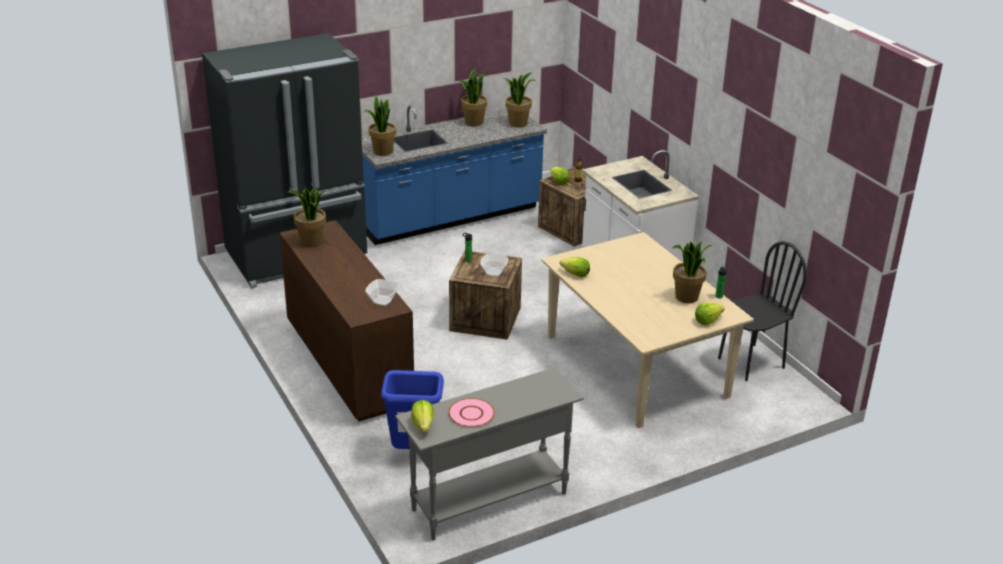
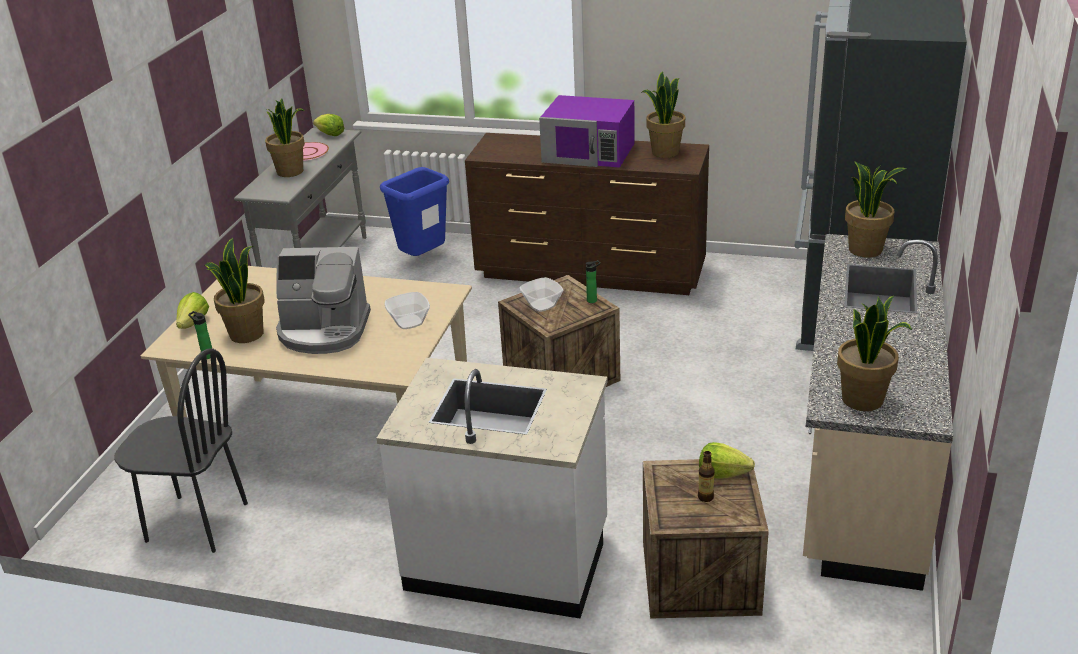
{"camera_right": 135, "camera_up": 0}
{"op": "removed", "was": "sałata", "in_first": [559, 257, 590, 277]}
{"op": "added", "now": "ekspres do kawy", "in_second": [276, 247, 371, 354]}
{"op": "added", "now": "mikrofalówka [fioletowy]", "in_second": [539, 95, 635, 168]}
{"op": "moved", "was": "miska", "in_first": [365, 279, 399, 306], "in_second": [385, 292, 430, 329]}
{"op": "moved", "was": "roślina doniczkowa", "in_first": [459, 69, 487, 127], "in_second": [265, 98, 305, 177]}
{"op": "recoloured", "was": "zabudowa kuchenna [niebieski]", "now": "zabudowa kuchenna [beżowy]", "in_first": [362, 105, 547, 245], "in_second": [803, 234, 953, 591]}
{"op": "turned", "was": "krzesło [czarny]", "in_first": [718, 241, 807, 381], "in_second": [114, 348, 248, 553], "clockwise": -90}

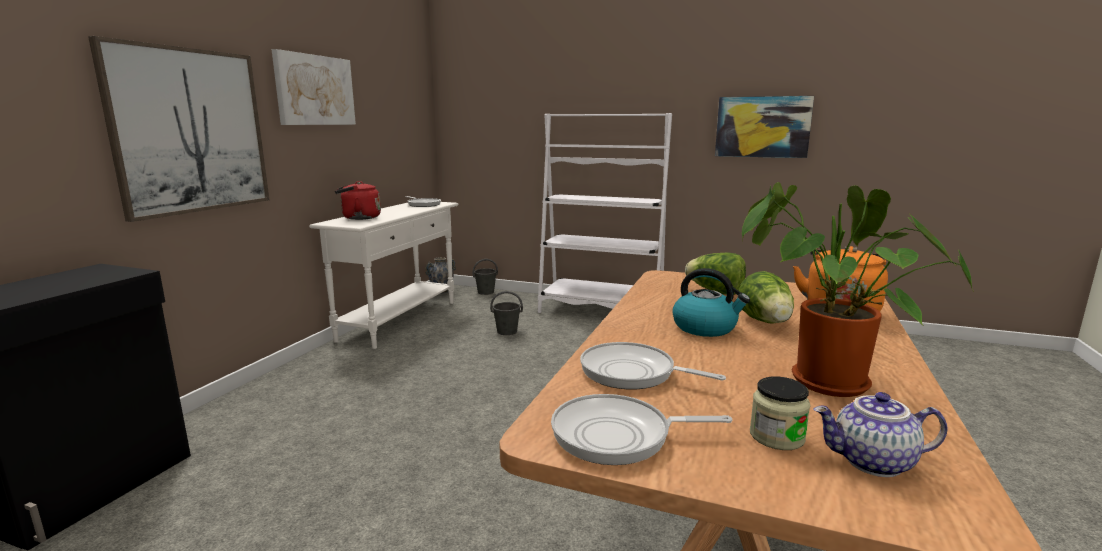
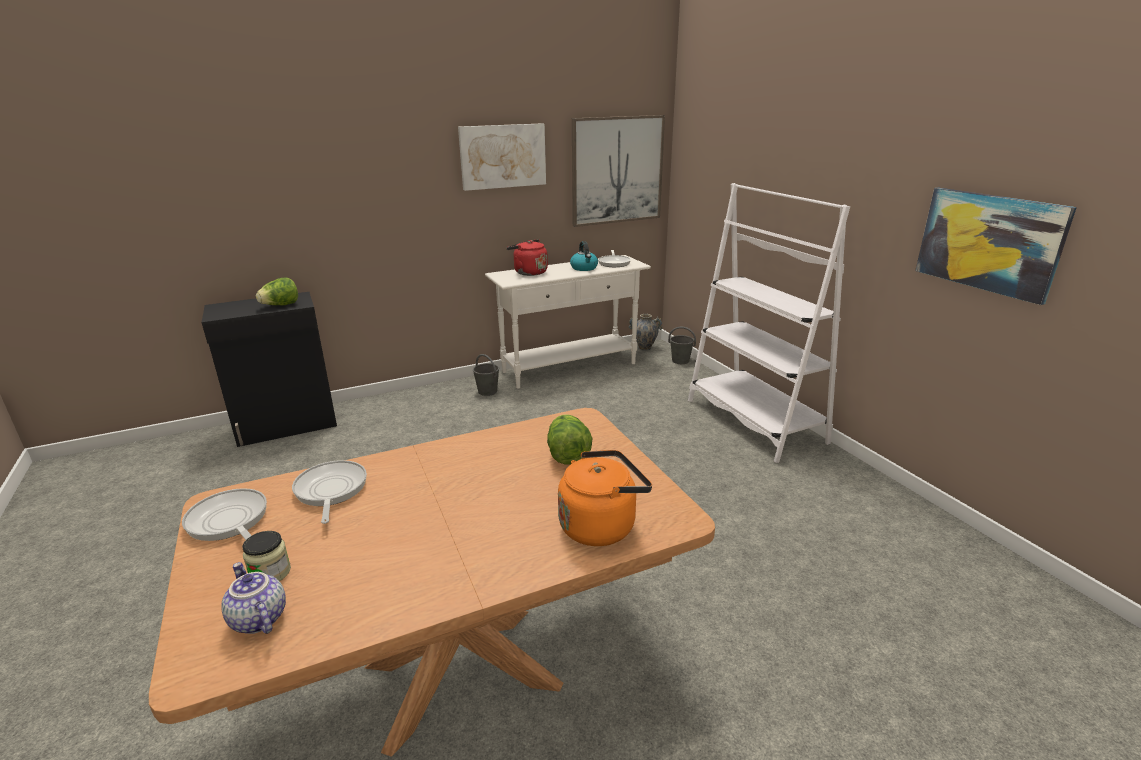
{"camera_right": 45, "camera_up": 10}
{"op": "removed", "was": "roślina doniczkowa", "in_first": [742, 182, 974, 397]}
{"op": "moved", "was": "obraz", "in_first": [88, 36, 269, 222], "in_second": [572, 115, 665, 227]}
{"op": "moved", "was": "wiadro [szary]", "in_first": [490, 291, 523, 335], "in_second": [473, 354, 499, 396]}
{"op": "moved", "was": "czajnik", "in_first": [672, 268, 750, 337], "in_second": [570, 241, 598, 271]}
{"op": "moved", "was": "sałata", "in_first": [738, 271, 794, 324], "in_second": [256, 278, 298, 305]}

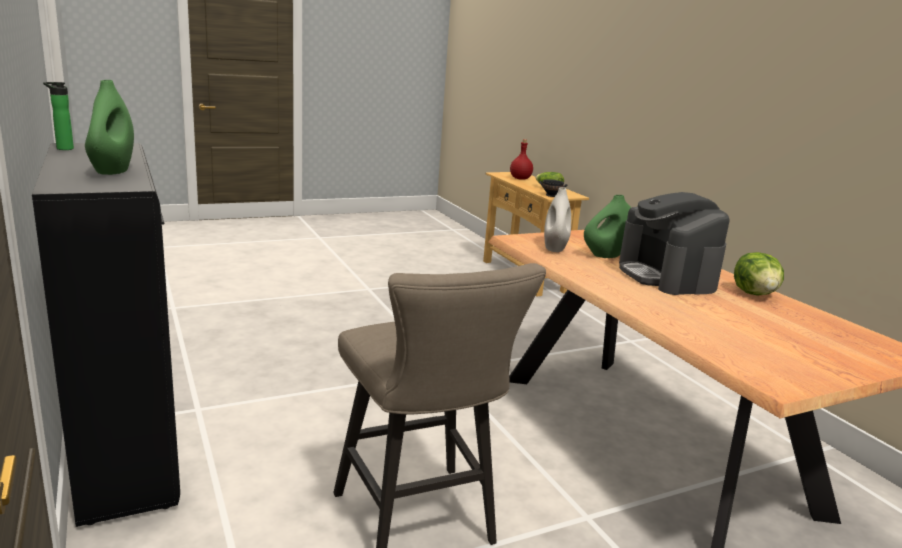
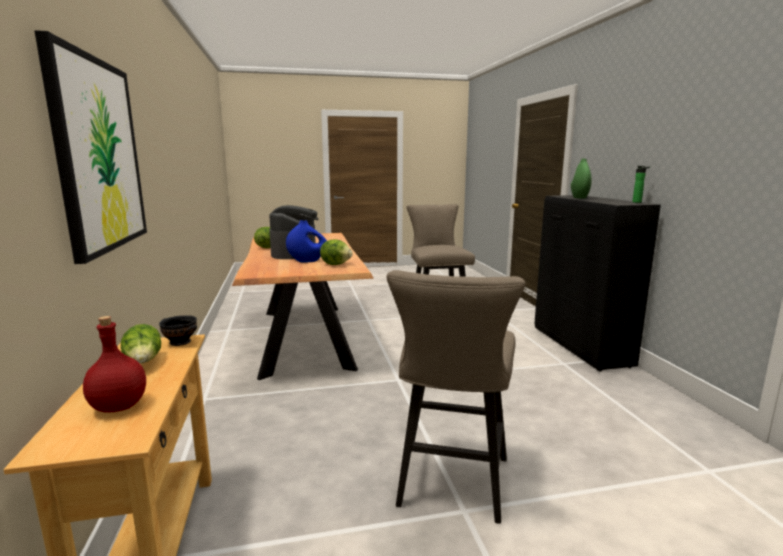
{"camera_right": -165, "camera_up": -5}
{"op": "added", "now": "obraz", "in_second": [34, 30, 147, 264]}
{"op": "added", "now": "stołek [beżowy]", "in_second": [386, 270, 526, 524]}
{"op": "replaced", "was": "wazon [biały]", "now": "sałata", "in_first": [544, 187, 571, 252], "in_second": [320, 239, 353, 265]}
{"op": "recoloured", "was": "wazon [zielony]", "now": "wazon [niebieski]", "in_first": [584, 195, 631, 258], "in_second": [286, 220, 327, 262]}

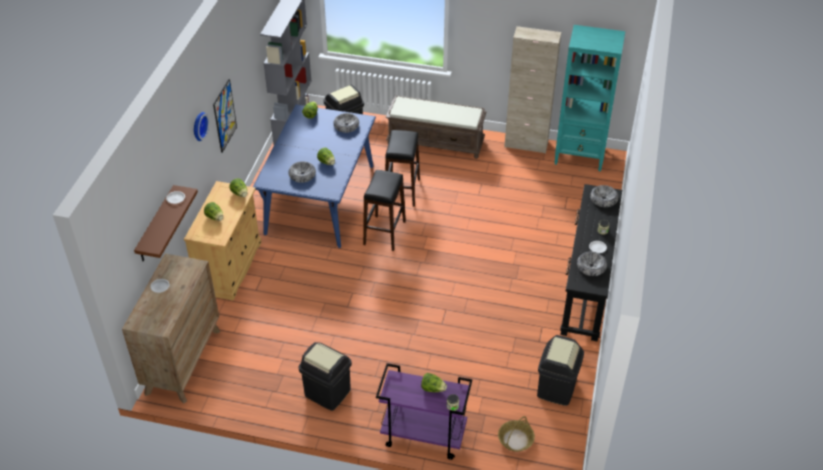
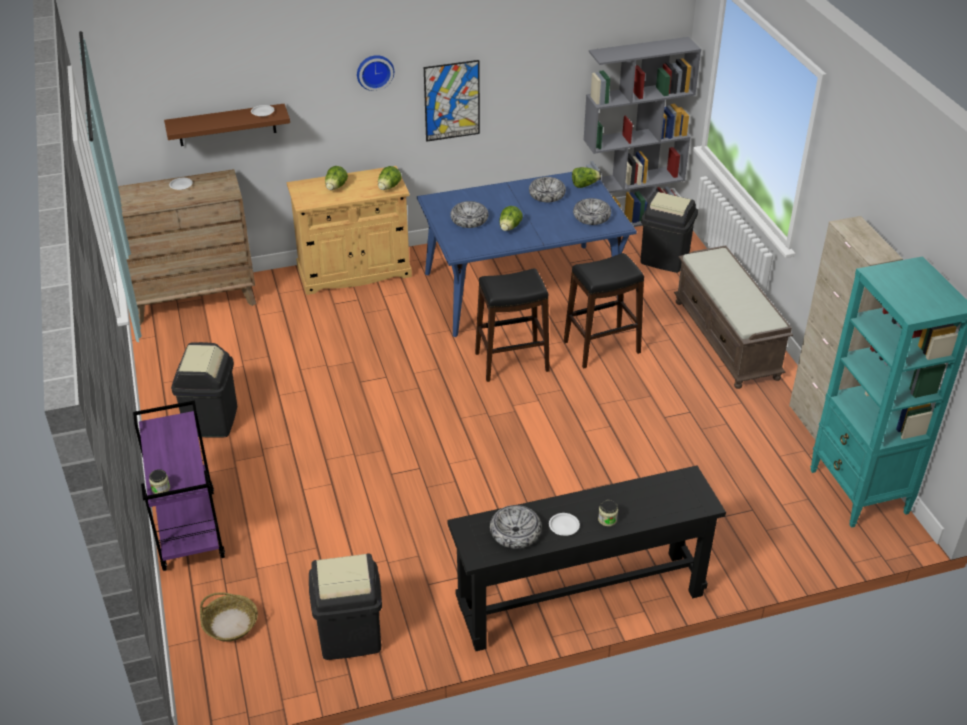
{"camera_right": 60, "camera_up": -5}
{"op": "removed", "was": "sałata", "in_first": [421, 373, 447, 392]}
{"op": "moved", "was": "miska", "in_first": [590, 185, 619, 207], "in_second": [529, 177, 566, 202]}

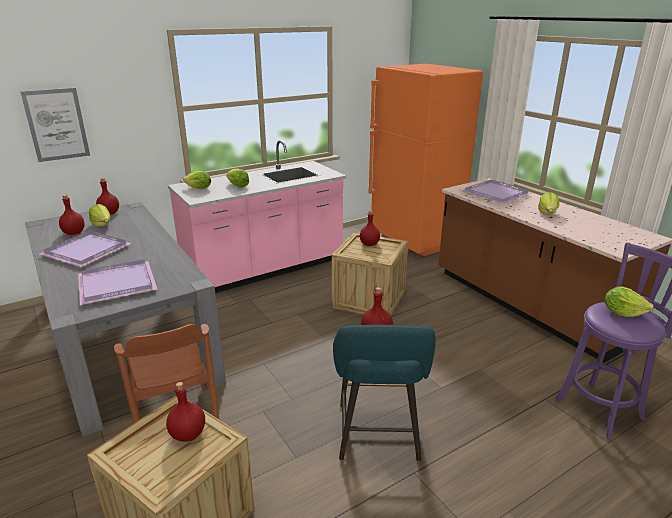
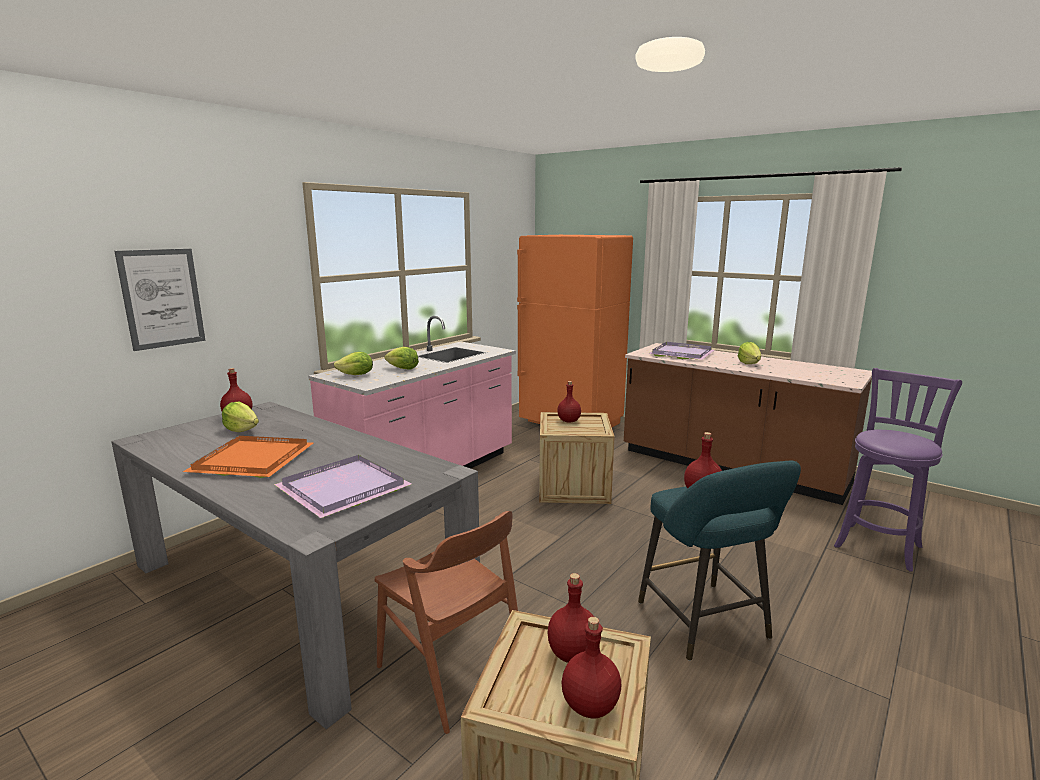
{"camera_right": -20, "camera_up": -10}
{"op": "removed", "was": "sałata", "in_first": [605, 287, 654, 317]}
{"op": "moved", "was": "butelka [czerwony]", "in_first": [59, 195, 85, 235], "in_second": [561, 617, 621, 719]}
{"op": "recoloured", "was": "taca [fioletowy]", "now": "taca [pomarańczowy]", "in_first": [39, 231, 132, 267], "in_second": [183, 436, 313, 478]}

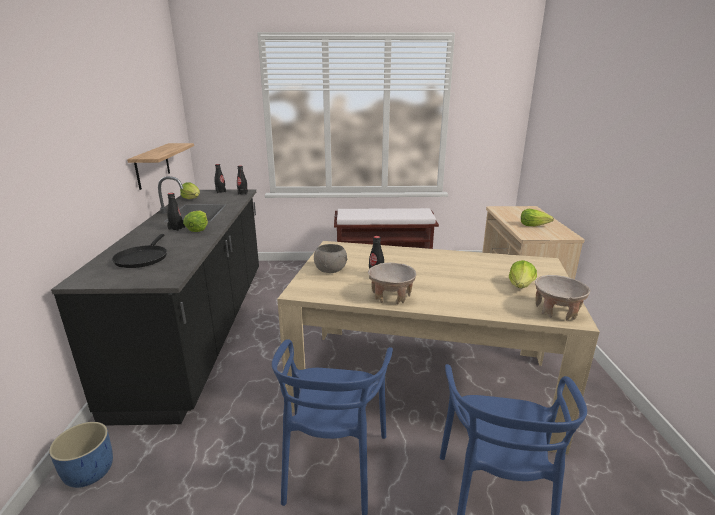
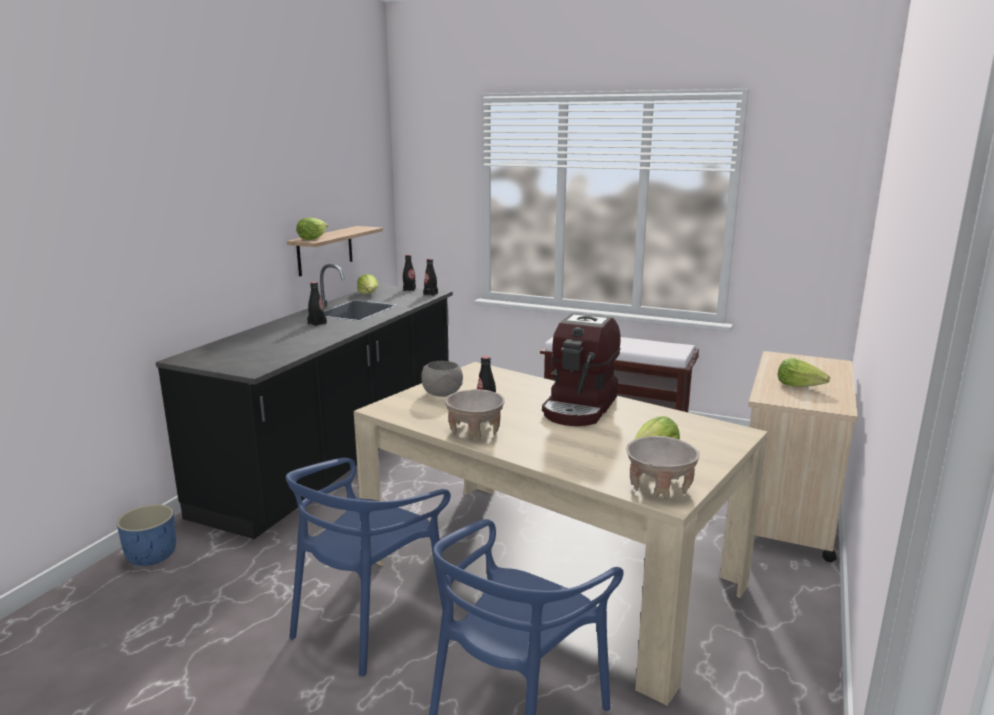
{"camera_right": 25, "camera_up": -5}
{"op": "removed", "was": "patelnia [czarny]", "in_first": [112, 234, 167, 268]}
{"op": "added", "now": "ekspres do kawy", "in_second": [542, 313, 621, 426]}
{"op": "moved", "was": "sałata", "in_first": [183, 211, 208, 232], "in_second": [296, 218, 328, 240]}

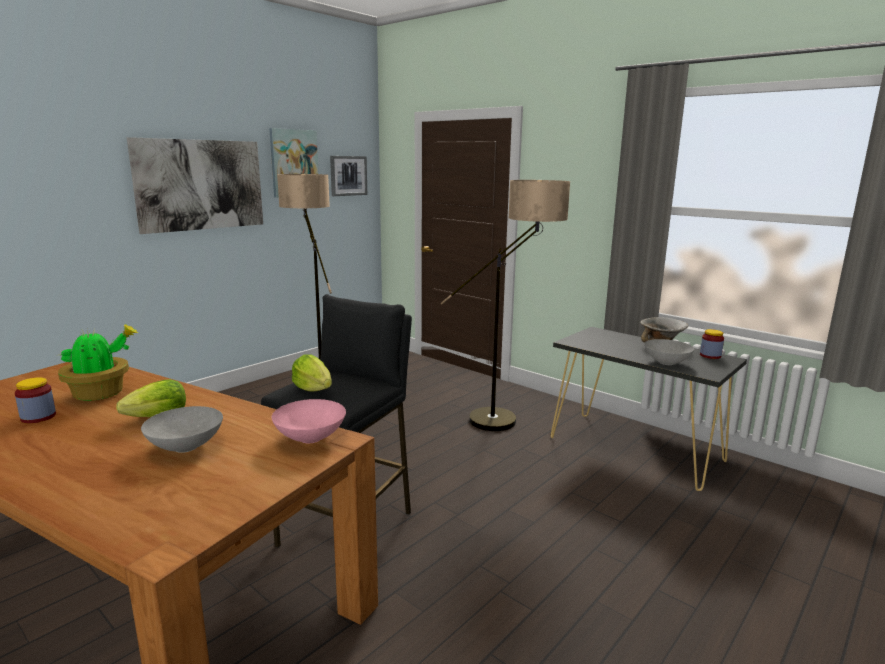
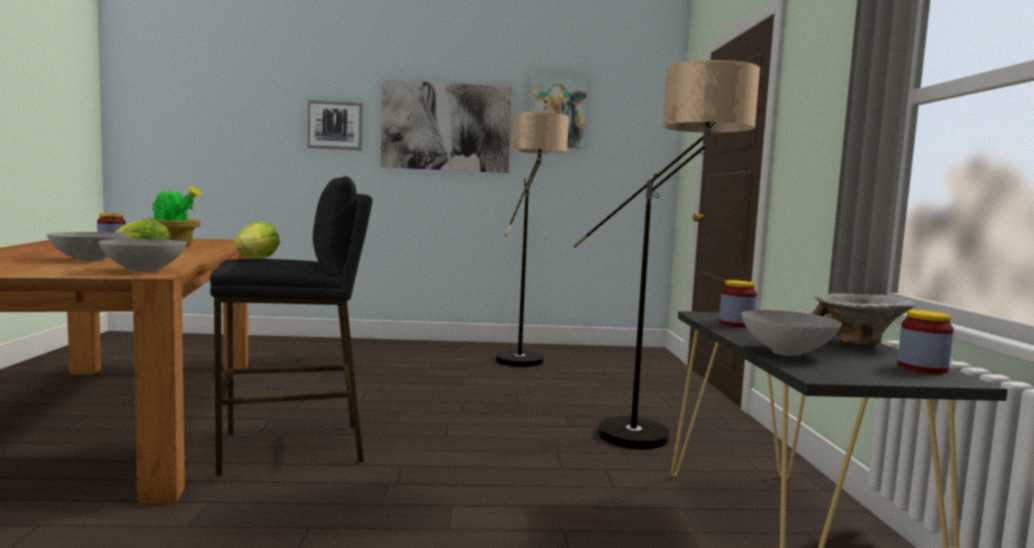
{"camera_right": 45, "camera_up": -10}
{"op": "added", "now": "słoik", "in_second": [719, 280, 757, 327]}
{"op": "moved", "was": "obraz", "in_first": [330, 156, 367, 196], "in_second": [307, 100, 363, 150]}
{"op": "recoloured", "was": "miska [różowy]", "now": "miska [szary]", "in_first": [272, 399, 346, 443], "in_second": [98, 239, 187, 272]}

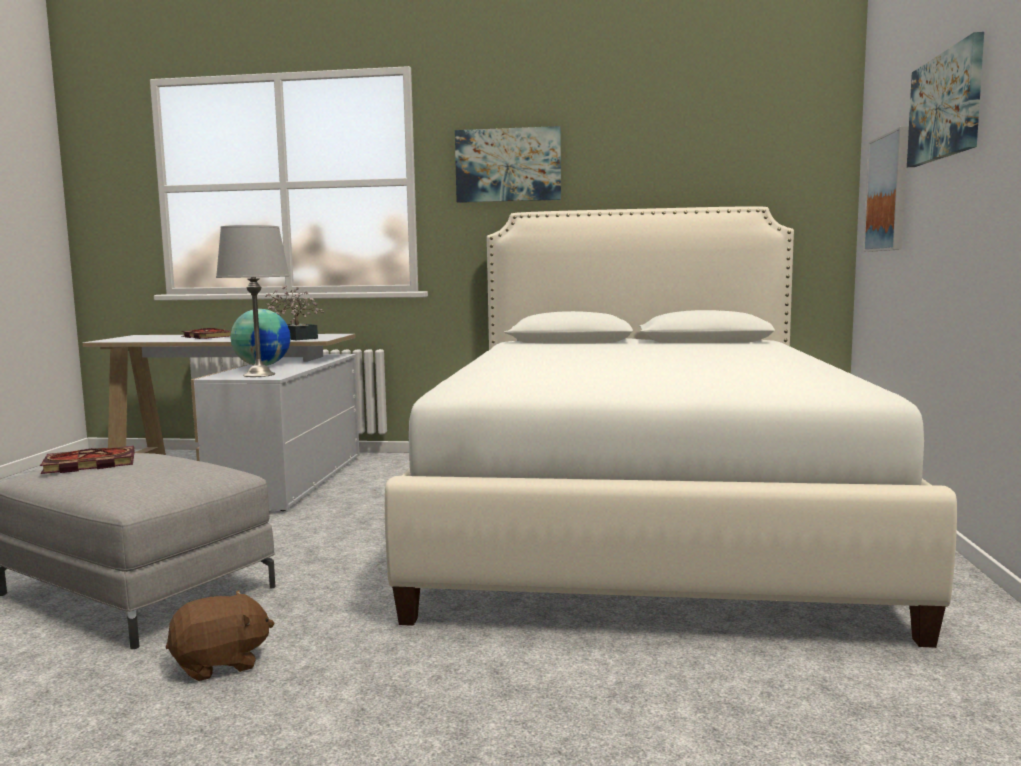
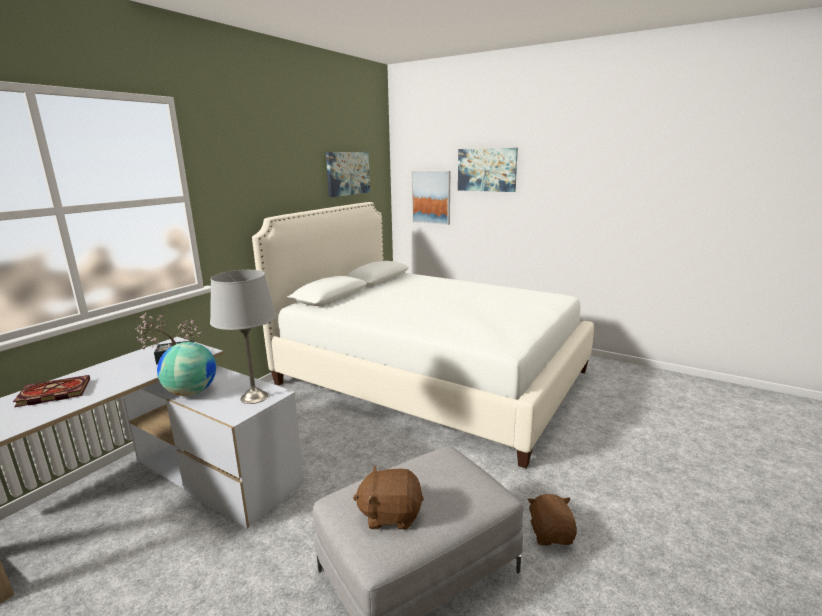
{"camera_right": -65, "camera_up": 10}
{"op": "moved", "was": "obraz", "in_first": [455, 126, 561, 203], "in_second": [326, 152, 370, 197]}
{"op": "replaced", "was": "książka", "now": "pluszak [brązowy]", "in_first": [40, 446, 135, 474], "in_second": [353, 466, 424, 530]}

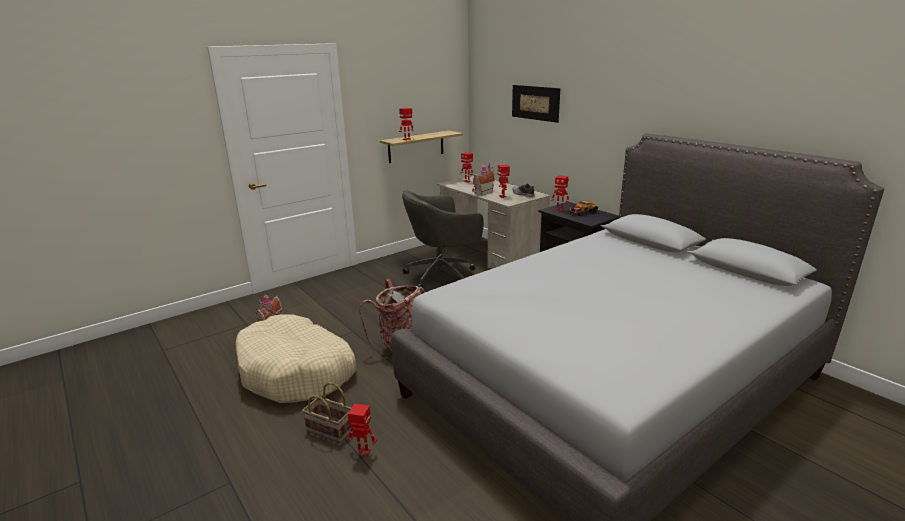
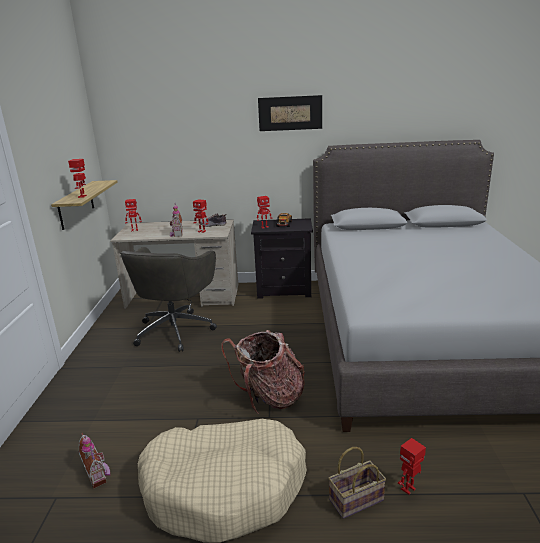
{"camera_right": -50, "camera_up": 0}
{"op": "moved", "was": "obraz", "in_first": [512, 85, 561, 123], "in_second": [258, 95, 322, 131]}

